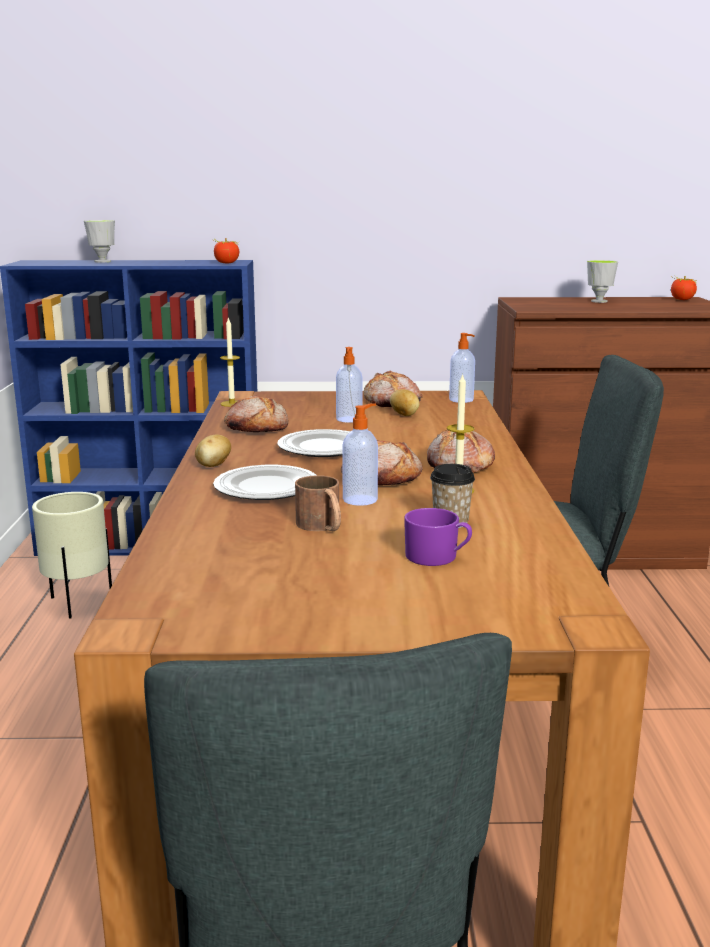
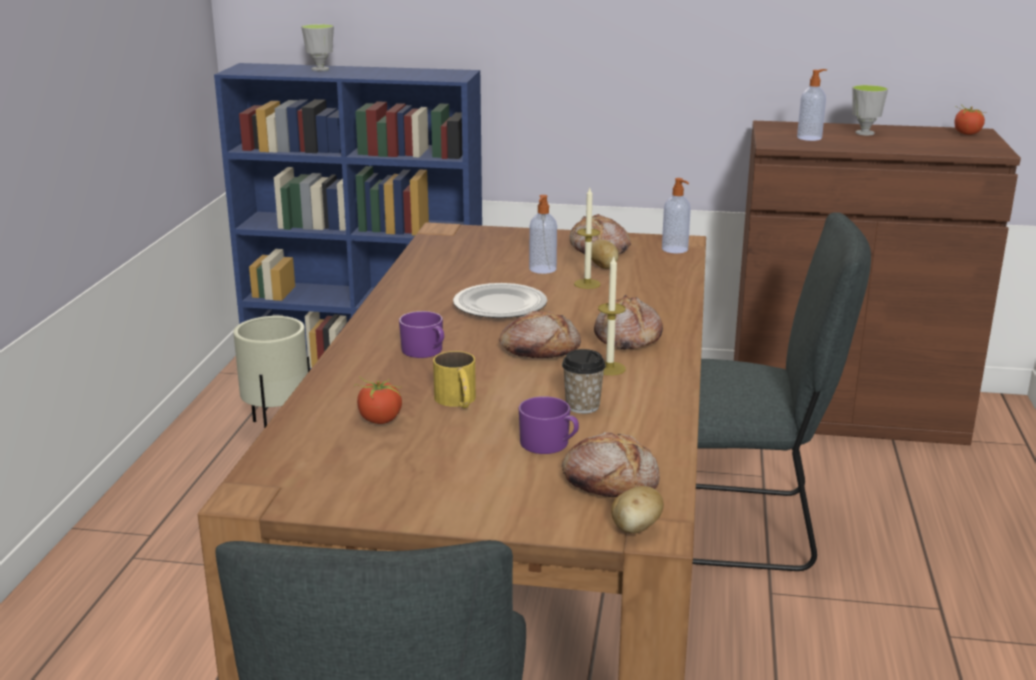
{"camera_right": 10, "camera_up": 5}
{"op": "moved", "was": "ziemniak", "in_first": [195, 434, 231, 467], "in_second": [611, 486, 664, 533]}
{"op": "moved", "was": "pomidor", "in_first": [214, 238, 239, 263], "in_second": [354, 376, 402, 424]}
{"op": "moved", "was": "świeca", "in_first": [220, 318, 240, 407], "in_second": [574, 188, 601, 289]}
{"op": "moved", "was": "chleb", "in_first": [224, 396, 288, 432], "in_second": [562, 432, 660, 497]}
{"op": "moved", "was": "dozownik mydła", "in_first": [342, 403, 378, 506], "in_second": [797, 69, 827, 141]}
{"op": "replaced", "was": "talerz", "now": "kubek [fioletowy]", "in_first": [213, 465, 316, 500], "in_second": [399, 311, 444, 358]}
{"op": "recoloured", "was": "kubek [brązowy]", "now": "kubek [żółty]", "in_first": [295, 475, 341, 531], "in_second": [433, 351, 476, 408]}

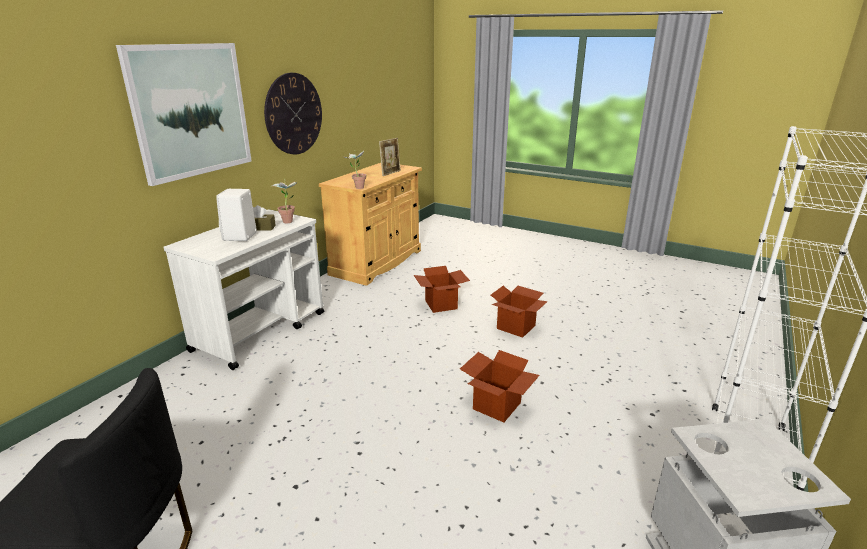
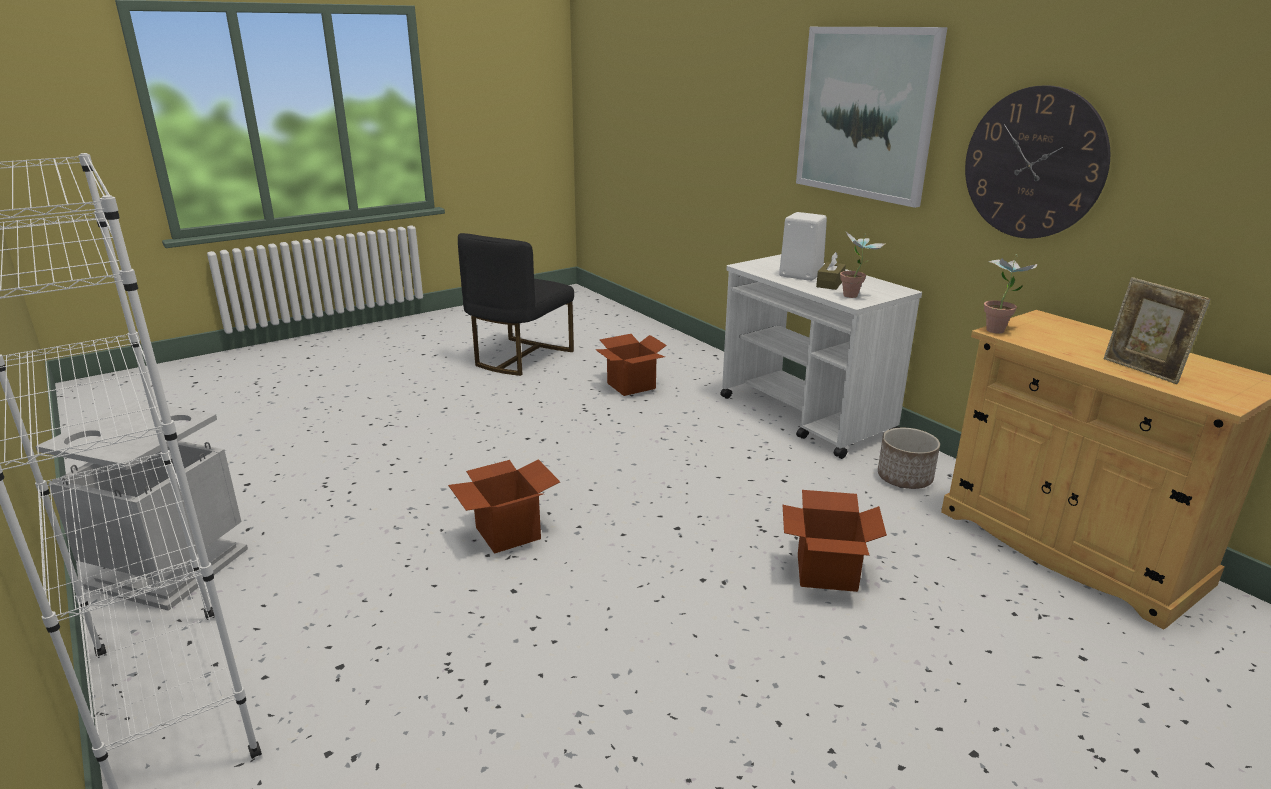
{"camera_right": 115, "camera_up": 0}
{"op": "added", "now": "donica", "in_second": [878, 428, 940, 489]}
{"op": "moved", "was": "karton", "in_first": [491, 286, 548, 338], "in_second": [595, 334, 667, 396]}

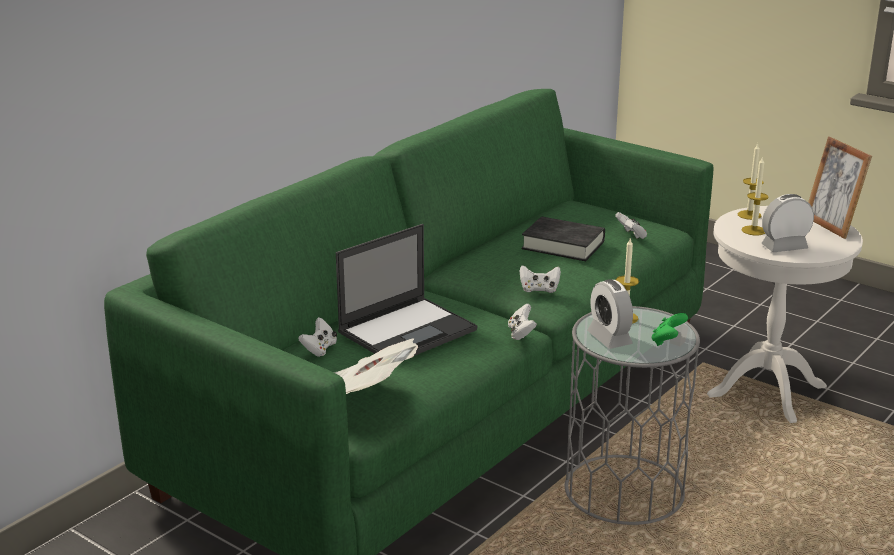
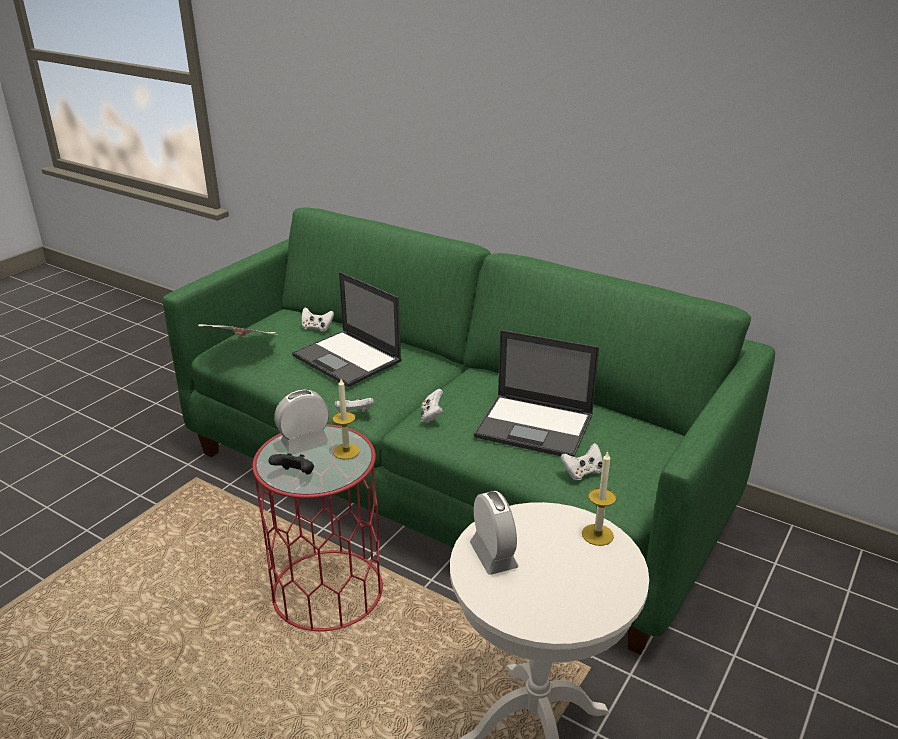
{"camera_right": 85, "camera_up": 5}
{"op": "removed", "was": "świeca", "in_first": [741, 156, 768, 235]}
{"op": "removed", "was": "ramka na zdjęcie", "in_first": [808, 137, 872, 239]}
{"op": "replaced", "was": "książka [czarny]", "now": "laptop", "in_first": [522, 217, 605, 261], "in_second": [474, 330, 599, 457]}
{"op": "recoloured", "was": "stolik [szary]", "now": "stolik [czerwony]", "in_first": [565, 306, 700, 525], "in_second": [252, 424, 383, 631]}
{"op": "recoloured", "was": "pad do gier [zielony]", "now": "pad do gier [czarny]", "in_first": [652, 313, 688, 346], "in_second": [268, 453, 314, 475]}

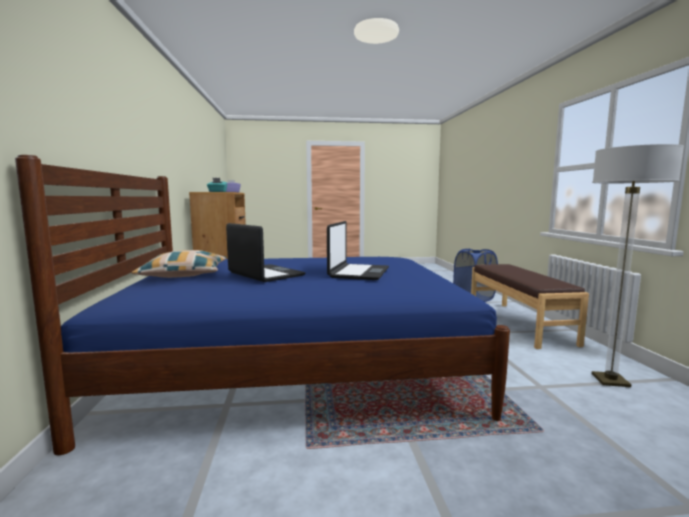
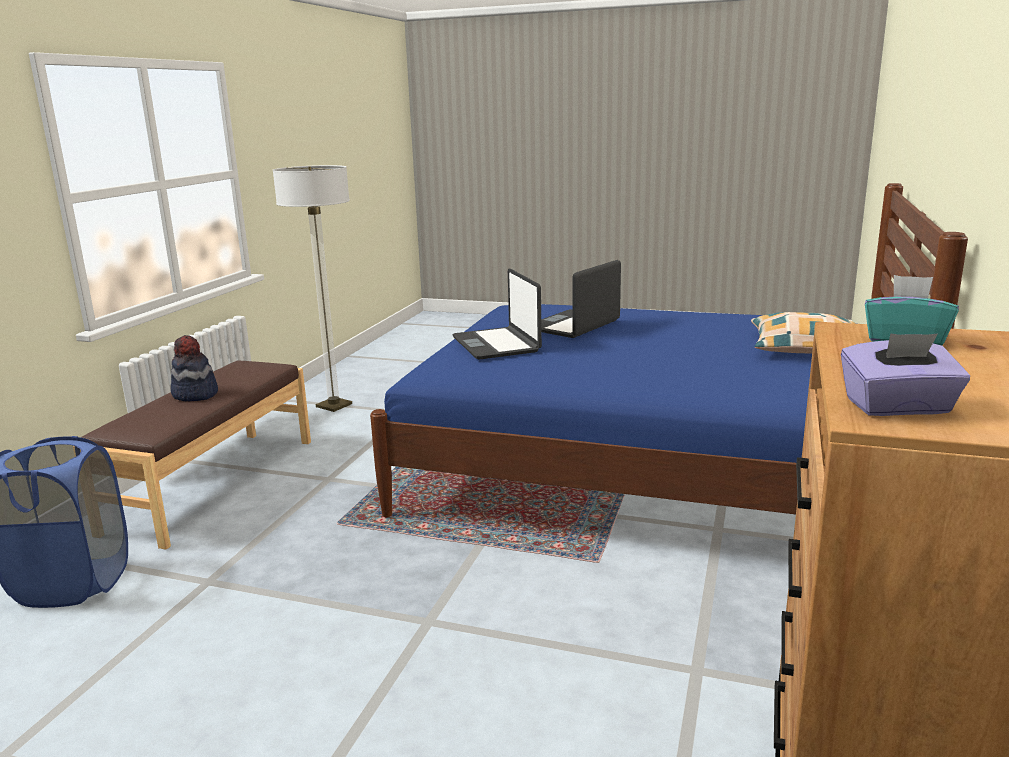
{"camera_right": -155, "camera_up": 10}
{"op": "added", "now": "kapelusz", "in_second": [171, 335, 218, 401]}
{"op": "moved", "was": "laptop", "in_first": [226, 223, 306, 282], "in_second": [453, 268, 542, 360]}

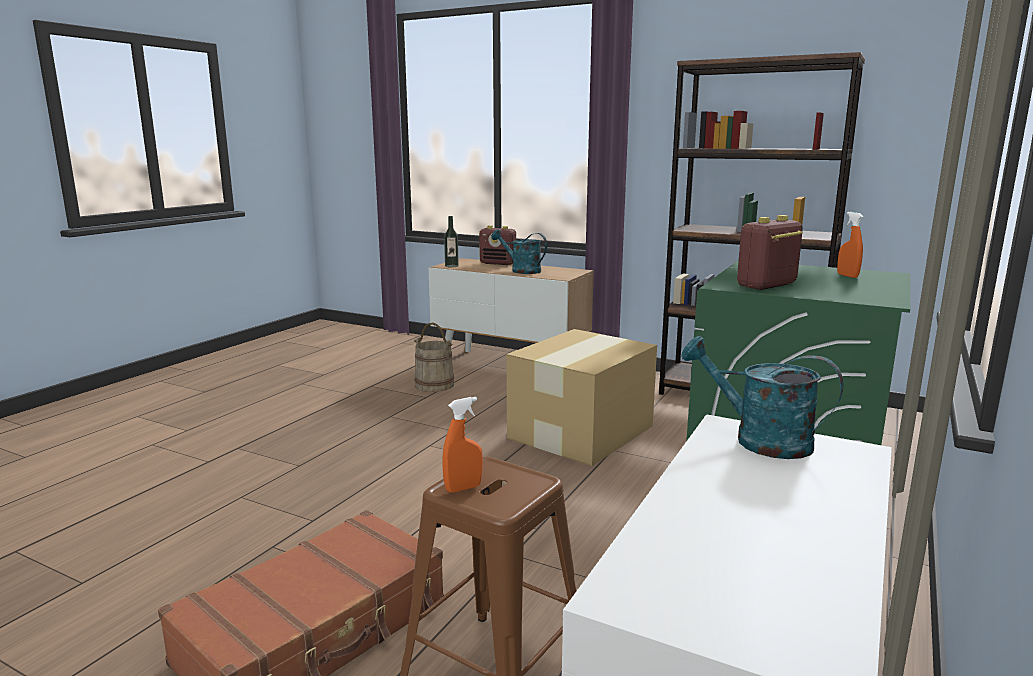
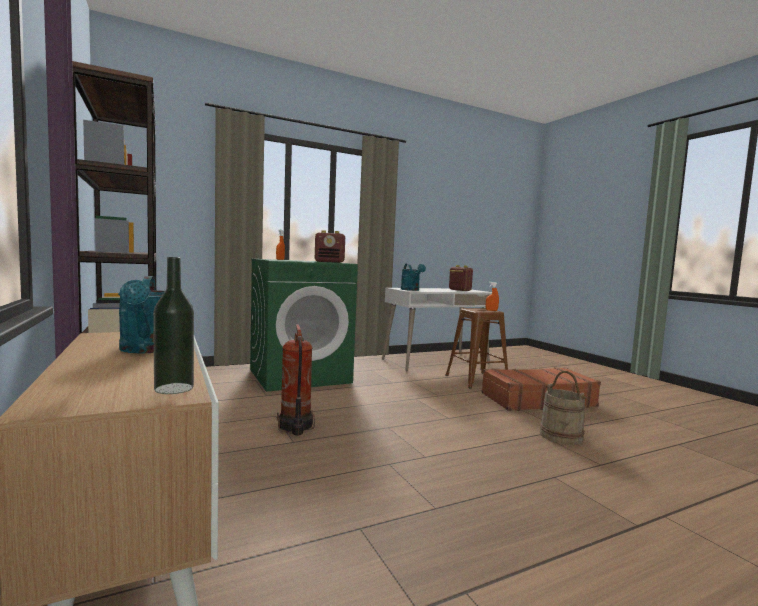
{"camera_right": -145, "camera_up": -10}
{"op": "moved", "was": "wiadro [beżowy]", "in_first": [414, 323, 454, 392], "in_second": [539, 371, 587, 445]}
{"op": "moved", "was": "radio", "in_first": [479, 225, 516, 265], "in_second": [449, 265, 473, 291]}
{"op": "replaced", "was": "karton", "now": "gaśnica", "in_first": [507, 329, 657, 466], "in_second": [277, 324, 315, 435]}

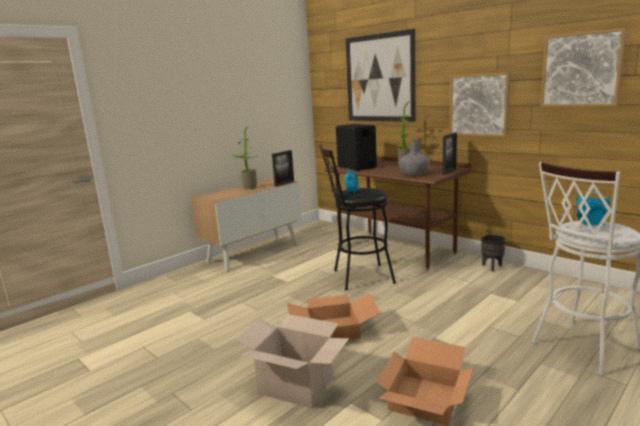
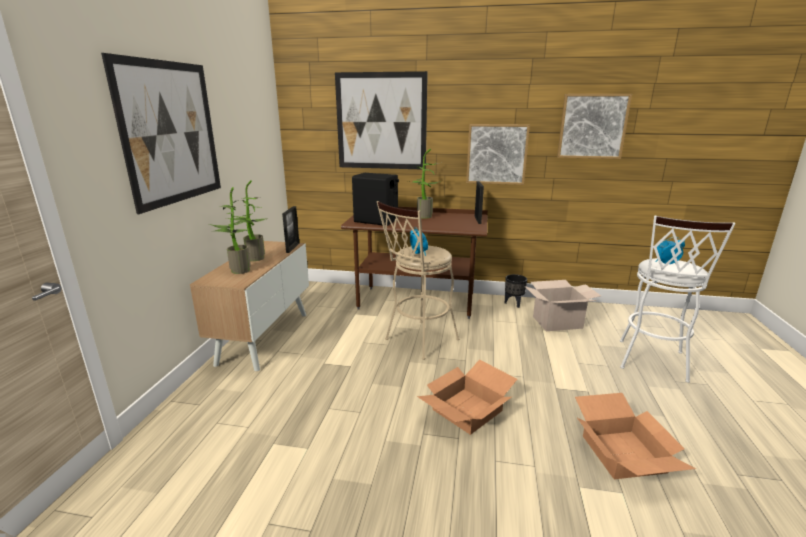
{"camera_right": -35, "camera_up": 5}
{"op": "removed", "was": "butelka [szary]", "in_first": [400, 139, 430, 176]}
{"op": "added", "now": "obraz", "in_second": [101, 53, 221, 214]}
{"op": "added", "now": "roślina doniczkowa", "in_second": [209, 187, 251, 274]}
{"op": "moved", "was": "karton", "in_first": [236, 314, 349, 408], "in_second": [525, 280, 601, 331]}
{"op": "recoloured", "was": "stołek [czarny]", "now": "stołek [beżowy]", "in_first": [320, 144, 396, 290], "in_second": [377, 201, 460, 360]}

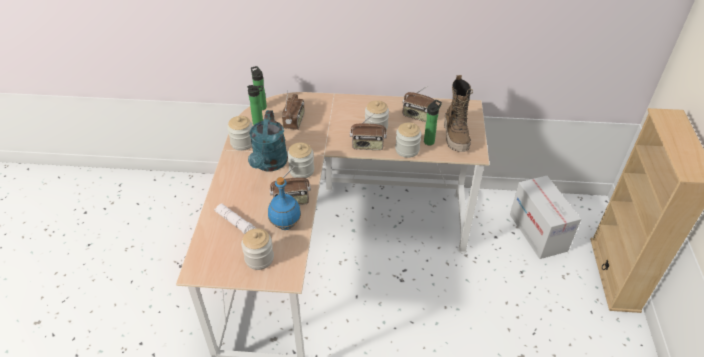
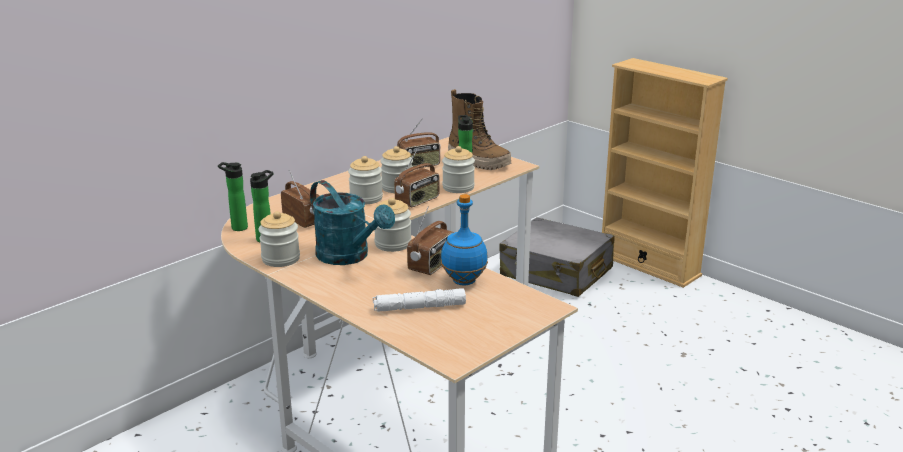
{"camera_right": -50, "camera_up": -20}
{"op": "moved", "was": "słoik", "in_first": [241, 228, 274, 270], "in_second": [348, 156, 383, 204]}
{"op": "replaced", "was": "karton", "now": "walizka [szary]", "in_first": [510, 176, 581, 259], "in_second": [499, 217, 614, 297]}

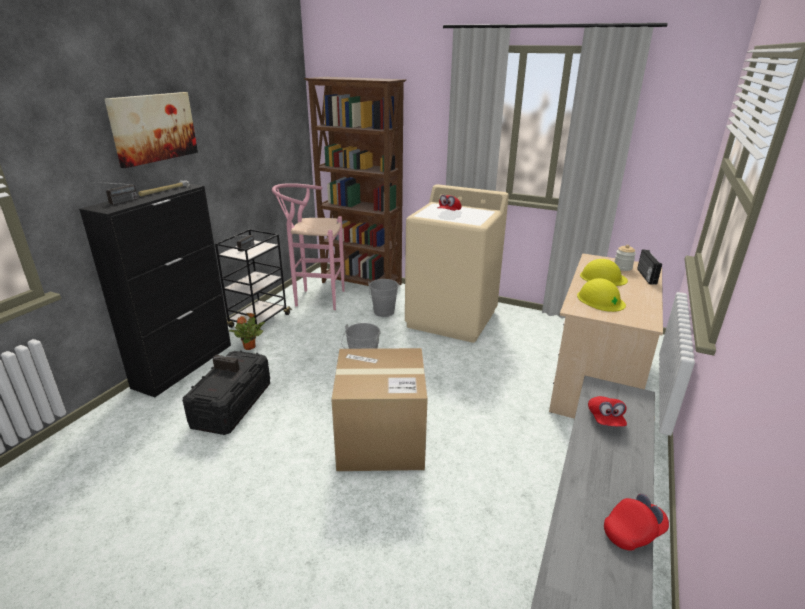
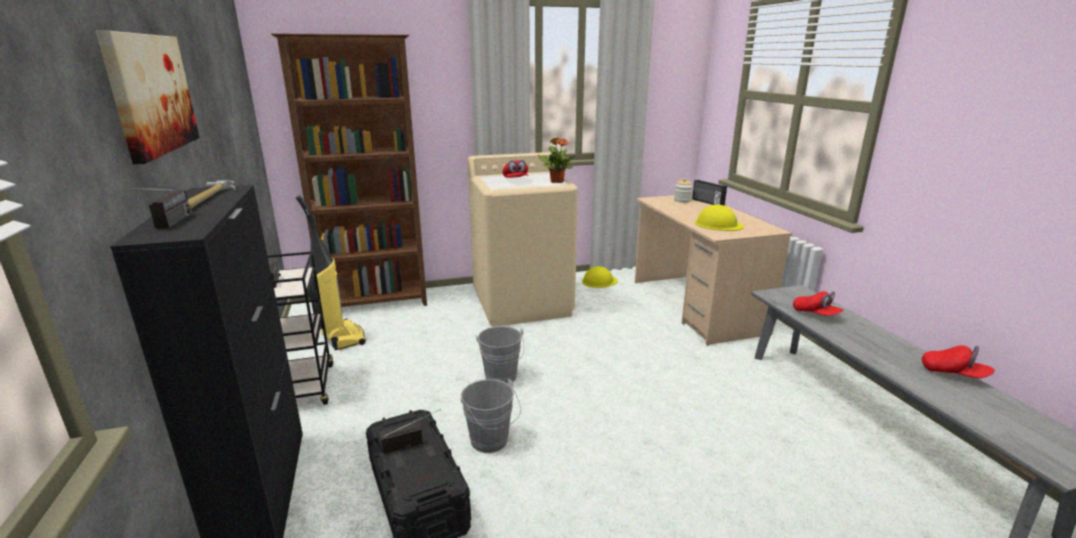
{"camera_right": -40, "camera_up": -5}
{"op": "removed", "was": "karton", "in_first": [331, 348, 428, 471]}
{"op": "moved", "was": "roślina doniczkowa", "in_first": [229, 312, 265, 350], "in_second": [538, 138, 575, 183]}
{"op": "moved", "was": "wiadro [szary]", "in_first": [368, 279, 400, 317], "in_second": [460, 379, 521, 453]}
{"op": "moved", "was": "kask [żółty]", "in_first": [580, 259, 628, 286], "in_second": [582, 266, 618, 288]}
{"op": "replaced", "was": "stołek [różowy]", "now": "odkurzacz", "in_first": [272, 183, 344, 310], "in_second": [296, 195, 366, 350]}
{"op": "turned", "was": "czapka z daszkiem [czerwony]", "in_first": [604, 494, 669, 551], "in_second": [922, 345, 995, 378], "clockwise": 105}

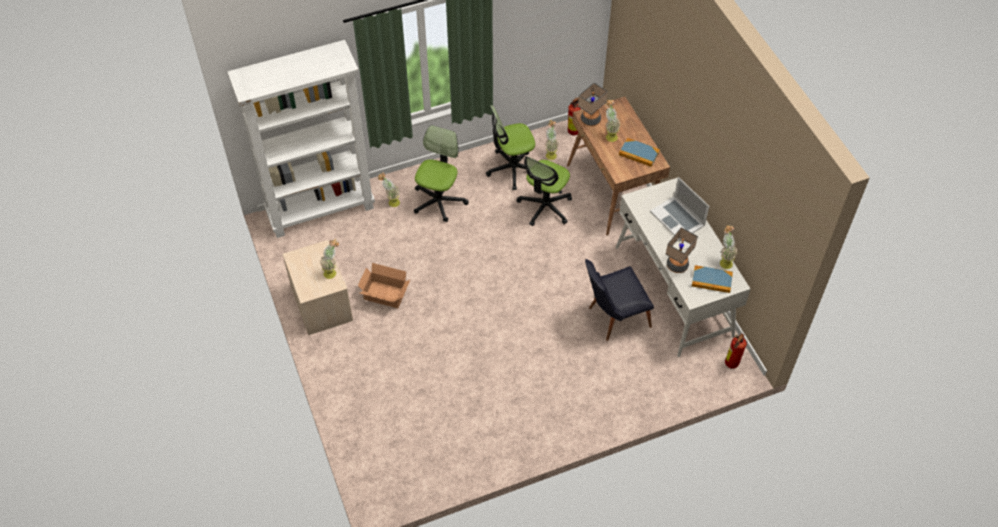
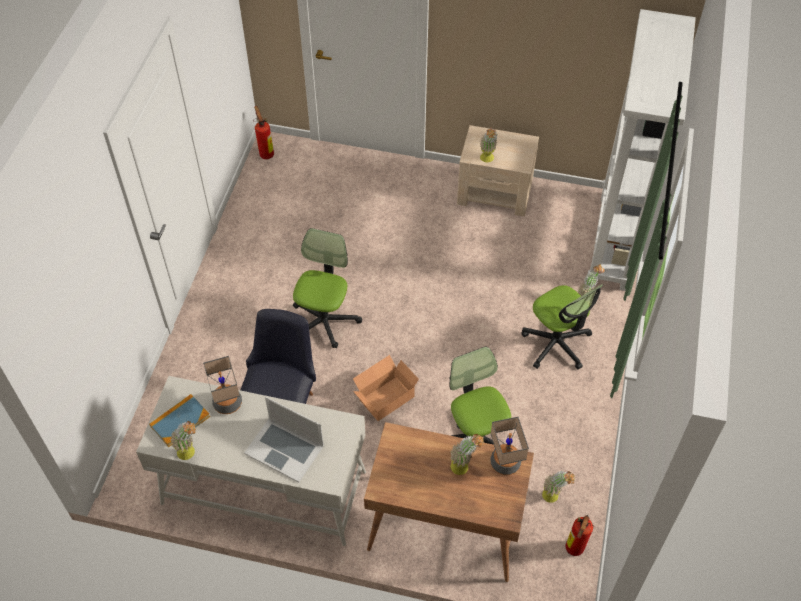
{"camera_right": 125, "camera_up": 0}
{"op": "removed", "was": "książka", "in_first": [619, 138, 660, 167]}
{"op": "moved", "was": "karton", "in_first": [358, 263, 411, 308], "in_second": [353, 355, 419, 421]}
{"op": "moved", "was": "krzesło biurowe", "in_first": [486, 105, 535, 190], "in_second": [293, 228, 362, 348]}
{"op": "moved", "was": "gaśnica", "in_first": [725, 334, 747, 369], "in_second": [253, 106, 274, 159]}
{"op": "turned", "was": "laptop", "in_first": [650, 177, 709, 241], "in_second": [244, 397, 324, 483], "clockwise": -150}

